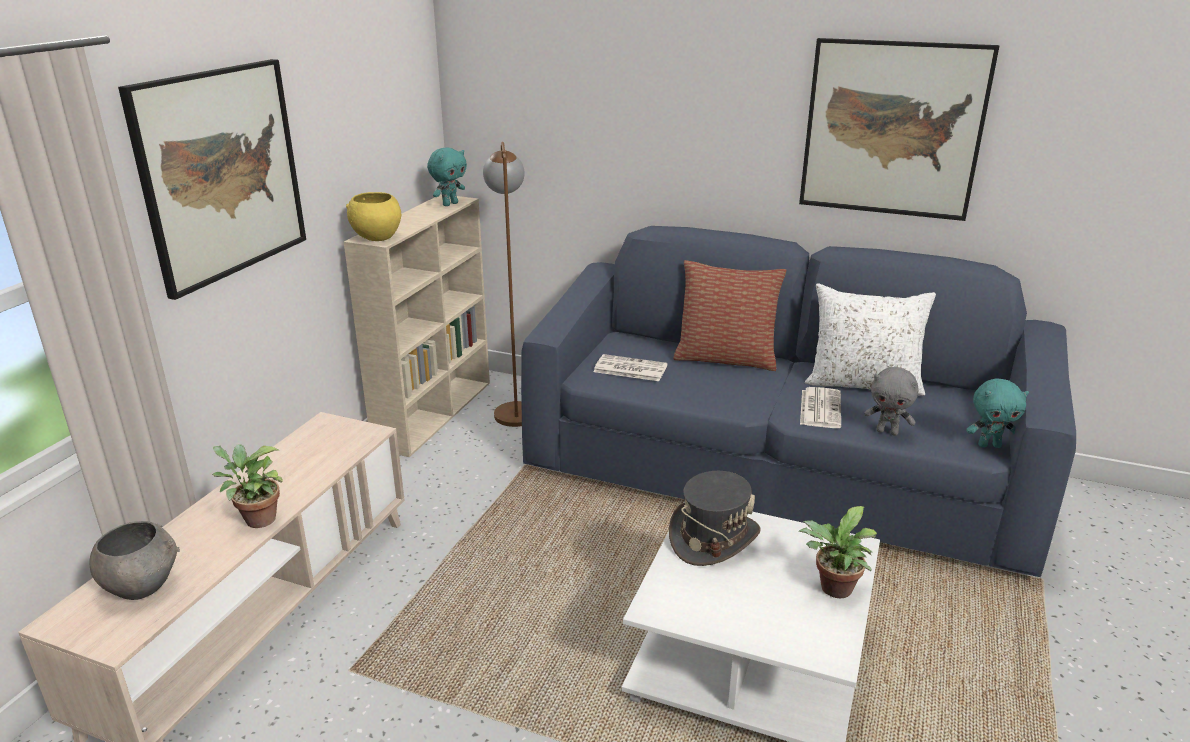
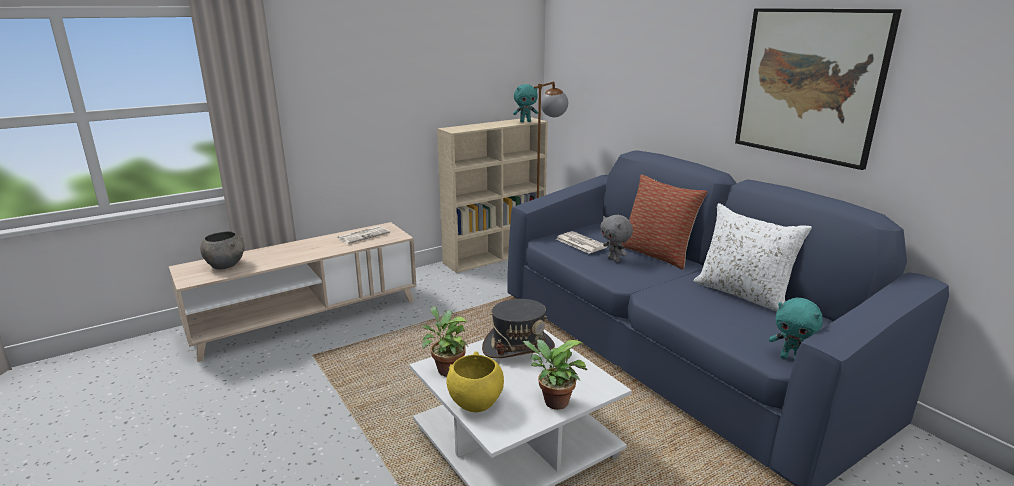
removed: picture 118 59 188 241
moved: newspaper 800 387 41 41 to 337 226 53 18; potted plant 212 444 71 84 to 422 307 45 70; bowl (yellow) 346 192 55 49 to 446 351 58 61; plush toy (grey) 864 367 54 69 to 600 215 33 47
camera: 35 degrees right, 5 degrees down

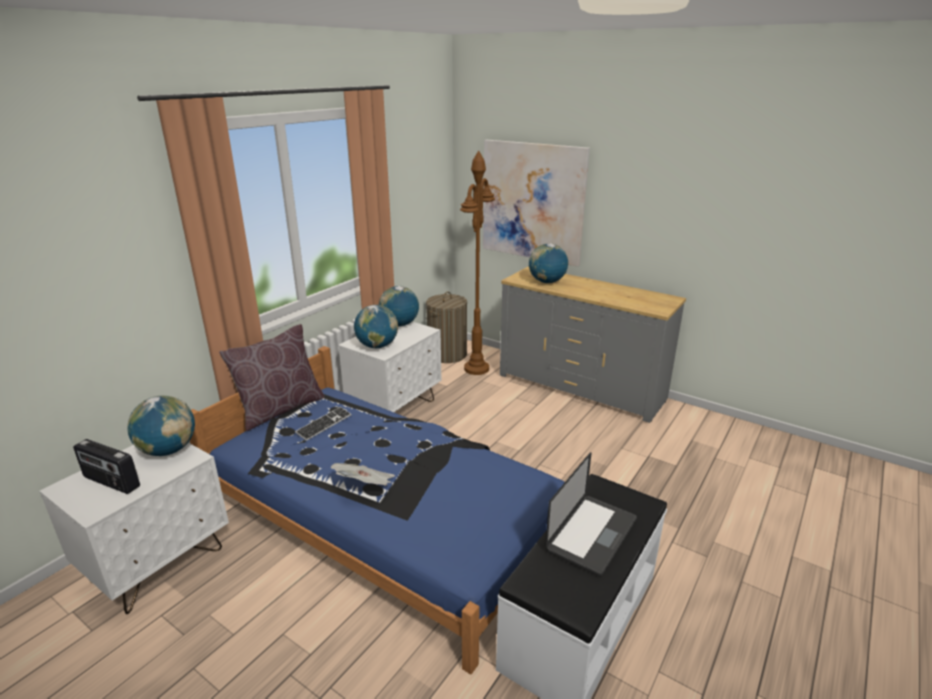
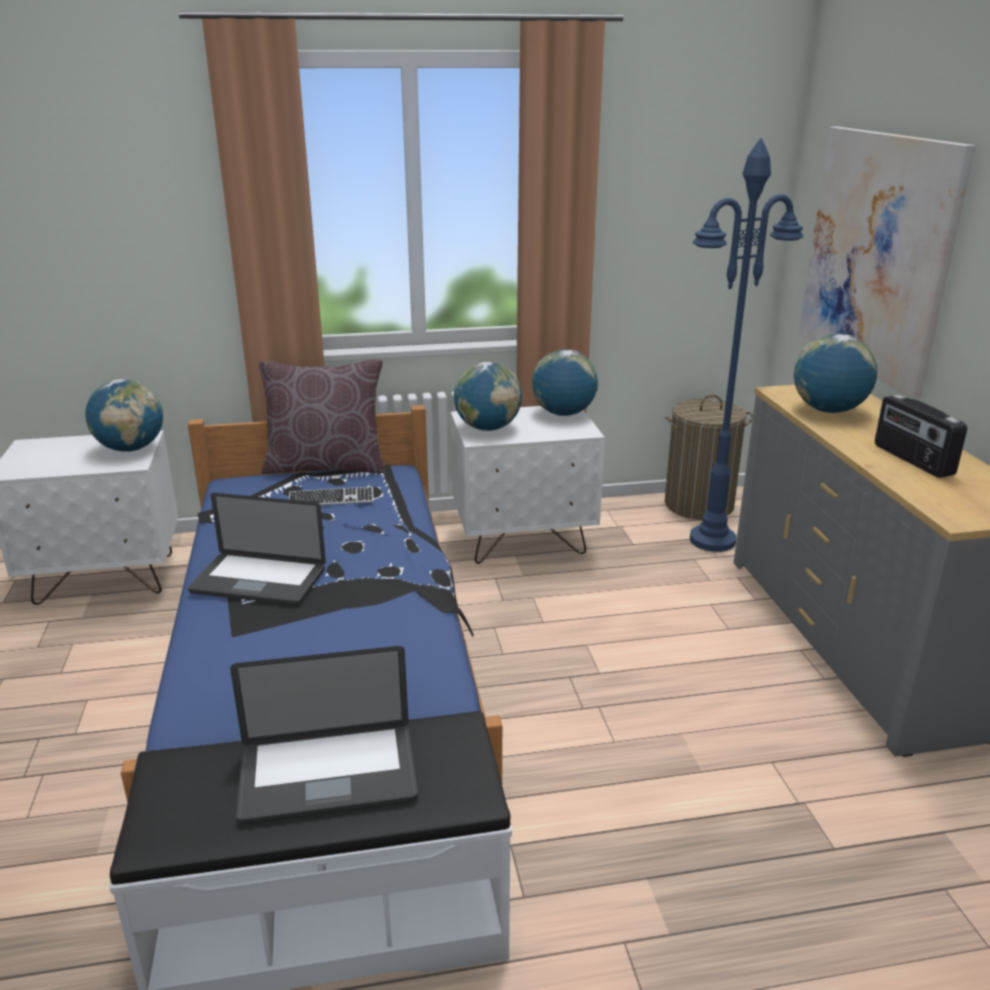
moved: radio 73 439 67 55 to 875 395 92 83
replaced: newspaper 331 463 64 22 to laptop 188 493 138 112
recoloured: floor lamp (brown) 460 151 35 224 to floor lamp (blue) 690 138 113 414
camera: 45 degrees right, 0 degrees up

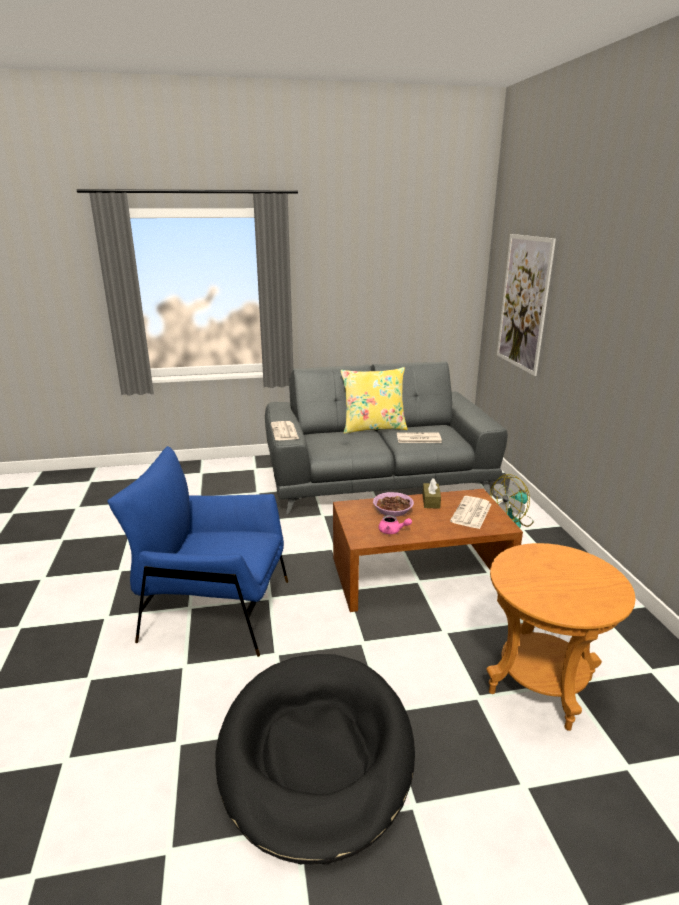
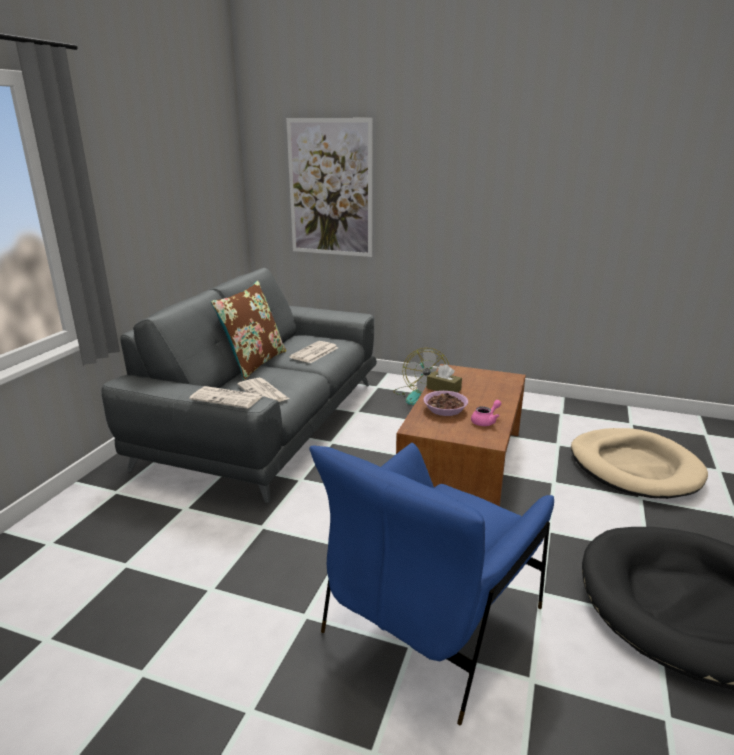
moved: newspaper 450 496 42 33 to 237 378 52 24
replaced: side table (brown) 486 543 150 188 to dog bed (beige) 571 428 137 71
recoloured: pillow (yellow) 340 367 68 67 to pillow (brown) 211 281 75 99
camera: 60 degrees left, 0 degrees up

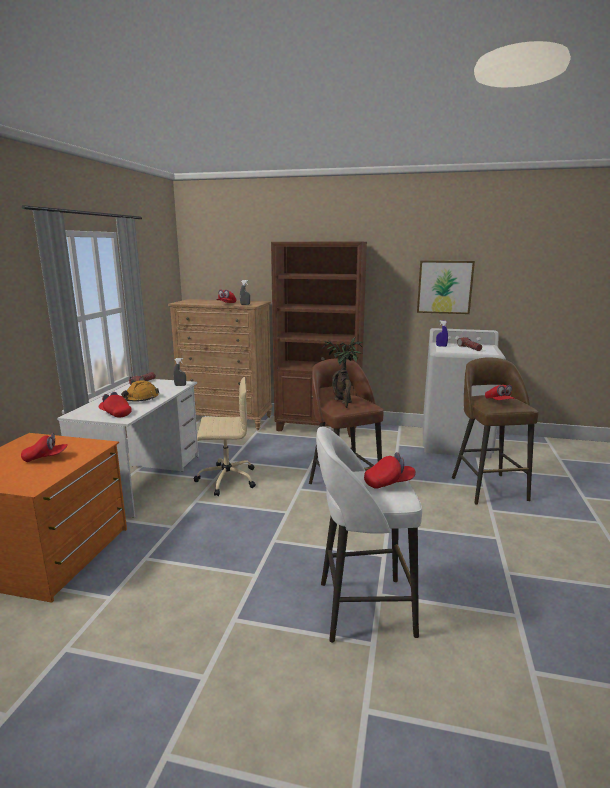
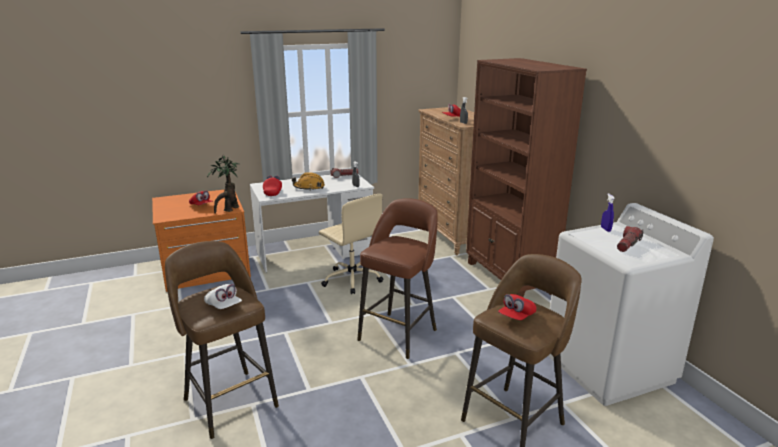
removed: picture 417 261 58 53
moved: potted plant 322 338 41 70 to 207 155 32 58
recoloured: stool (white) 316 426 106 217 to stool (brown) 165 241 114 198; cap (red) 364 452 52 37 to cap (white) 204 284 38 25
camera: 55 degrees right, 5 degrees up

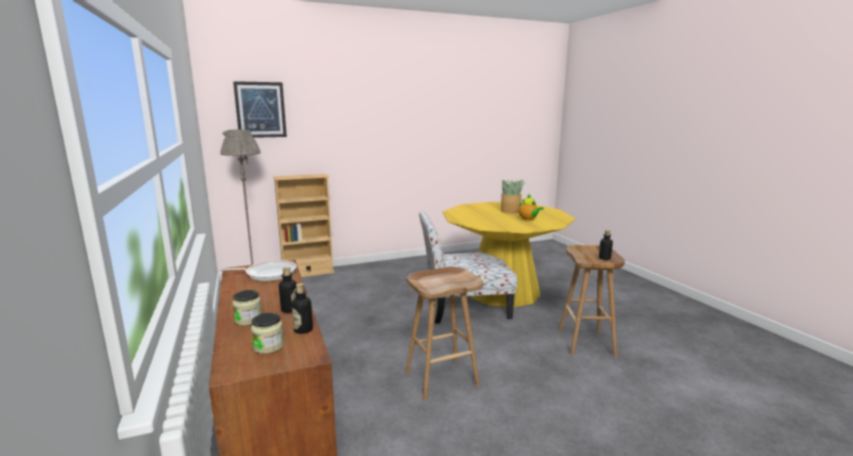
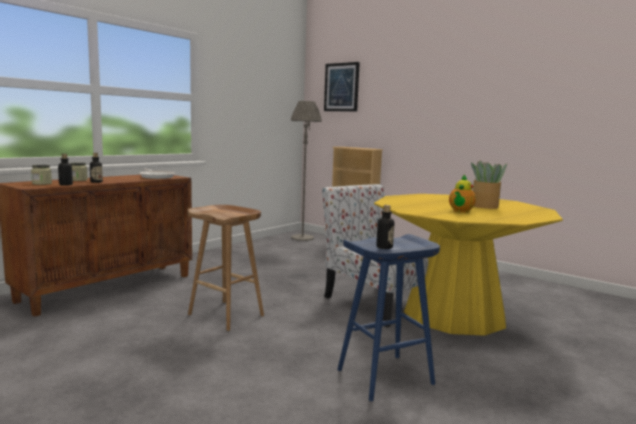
recoloured: stool (brown) 559 245 66 112 to stool (blue) 337 234 103 167
camera: 60 degrees right, 5 degrees down

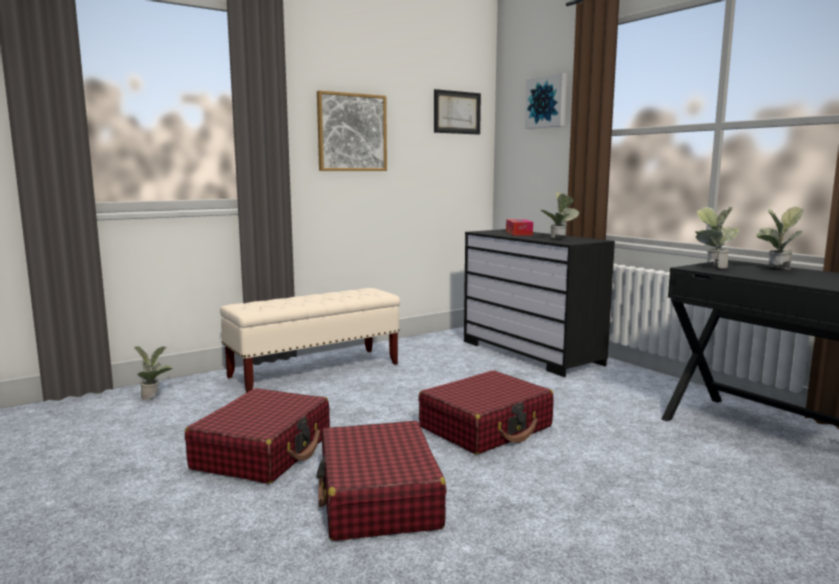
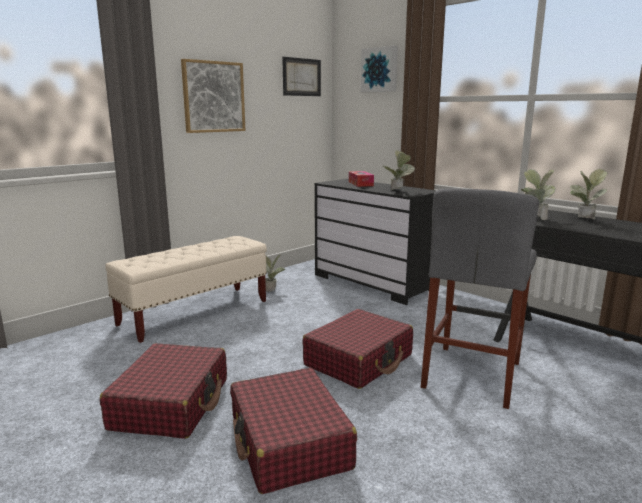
added: stool (grey) 421 188 118 221
moved: potted plant 134 346 39 54 to 265 255 20 37
camera: 10 degrees left, 5 degrees up

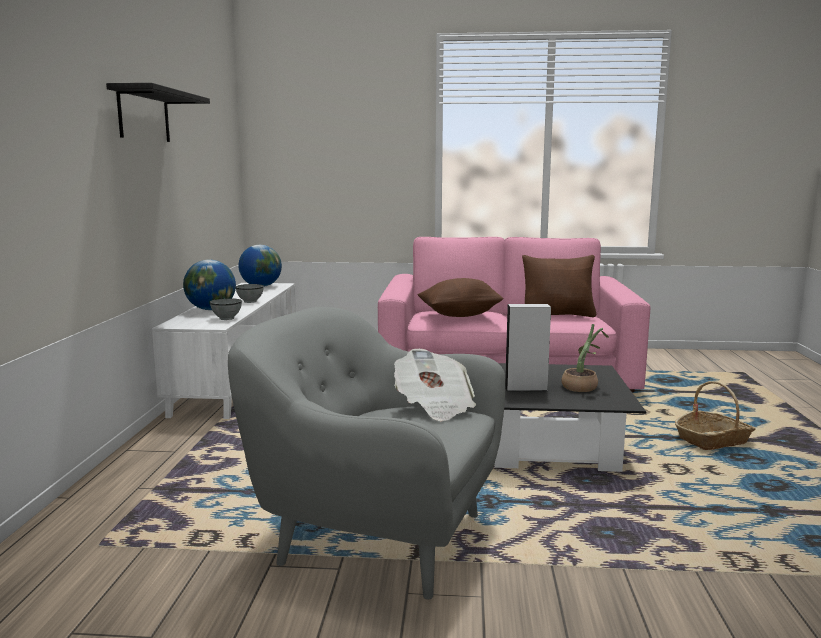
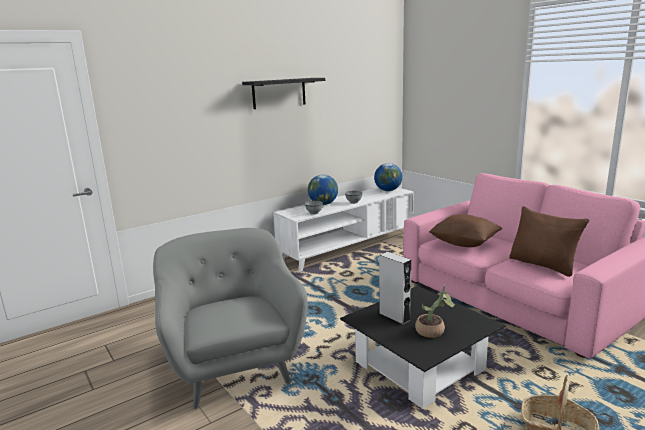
removed: newspaper 394 349 82 72
camera: 50 degrees right, 5 degrees up

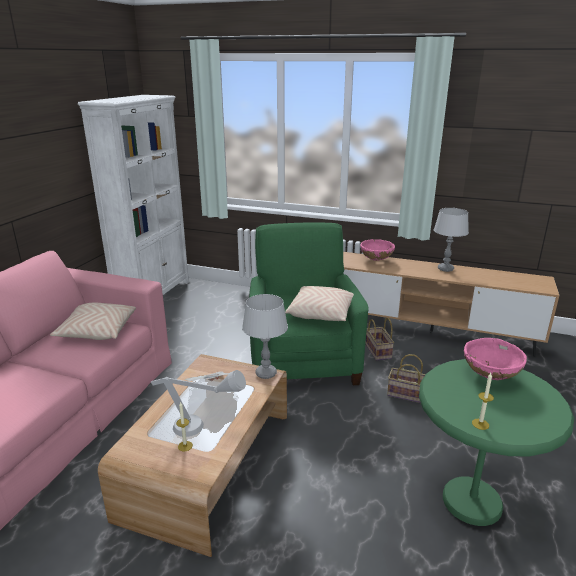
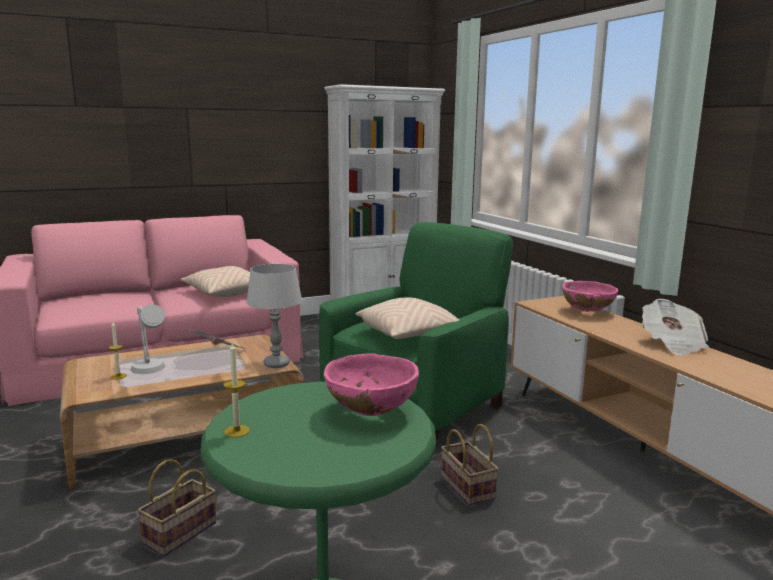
moved: basket 365 317 29 44 to 137 459 79 97
replaced: table lamp (grey) 434 208 35 64 to newspaper 642 299 67 56
camera: 45 degrees right, 10 degrees down

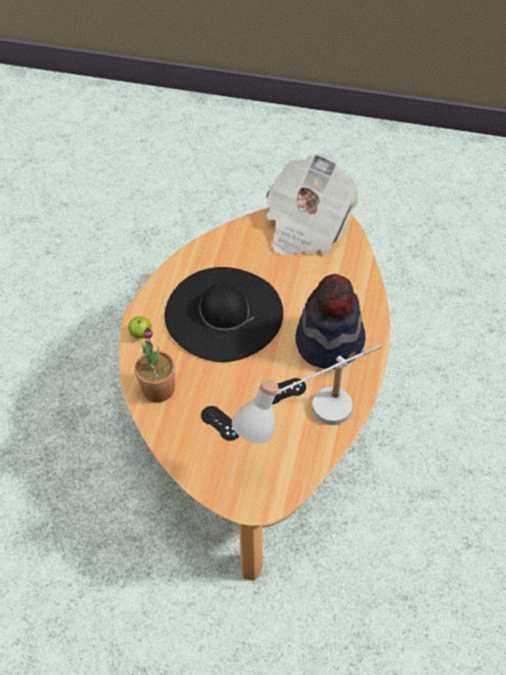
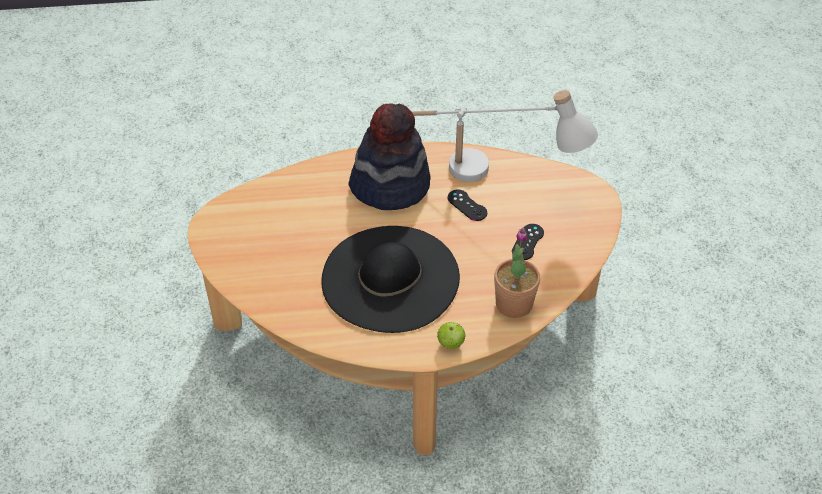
removed: newspaper 266 154 92 101
camera: 110 degrees left, 5 degrees down

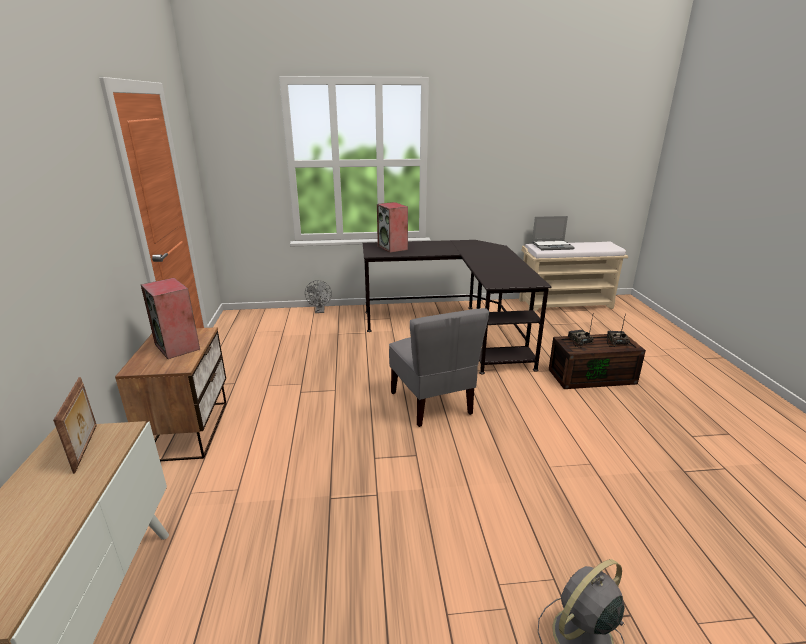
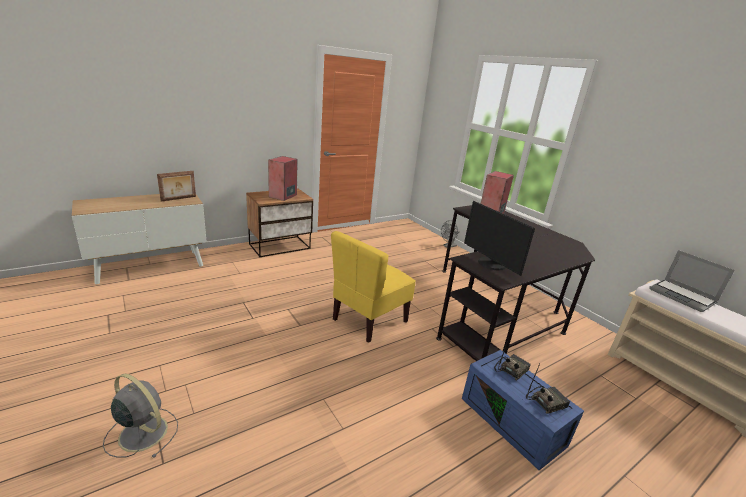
added: monitor 464 201 71 75
recoloured: chair (grey) 389 308 100 119 to chair (yellow) 331 231 85 112; storage box (brown) 549 334 97 55 to storage box (blue) 462 350 122 120
camera: 60 degrees right, 0 degrees up

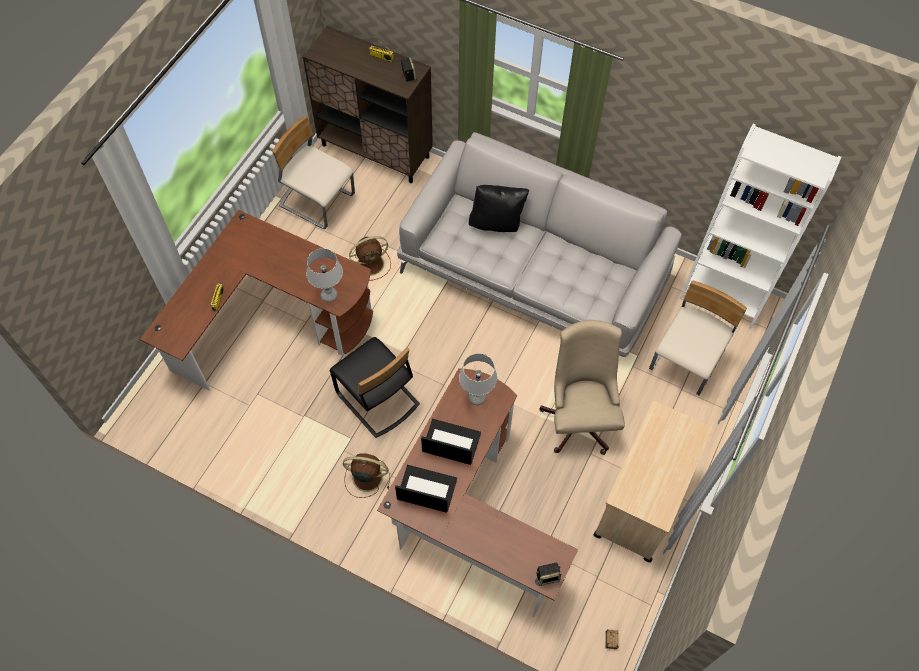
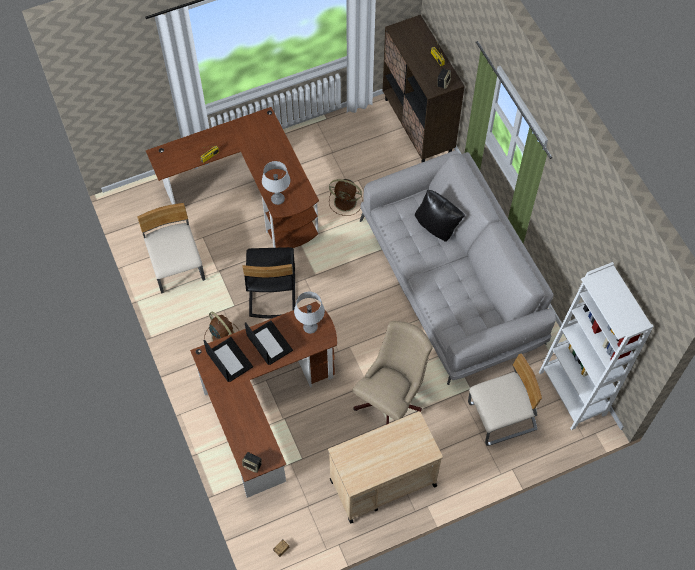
moved: chair (beige) 272 115 83 114 to 137 203 68 90
camera: 40 degrees right, 0 degrees up

